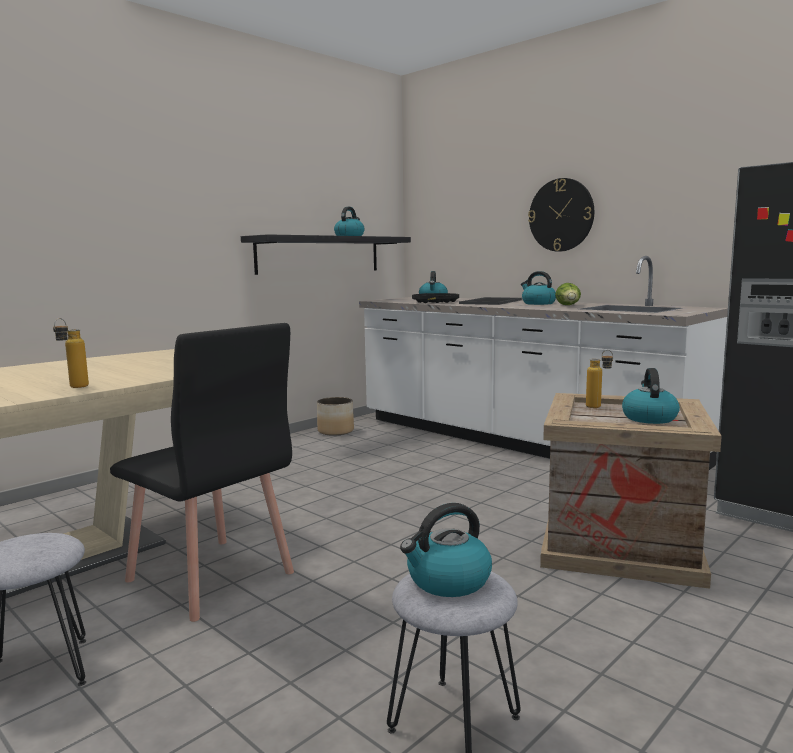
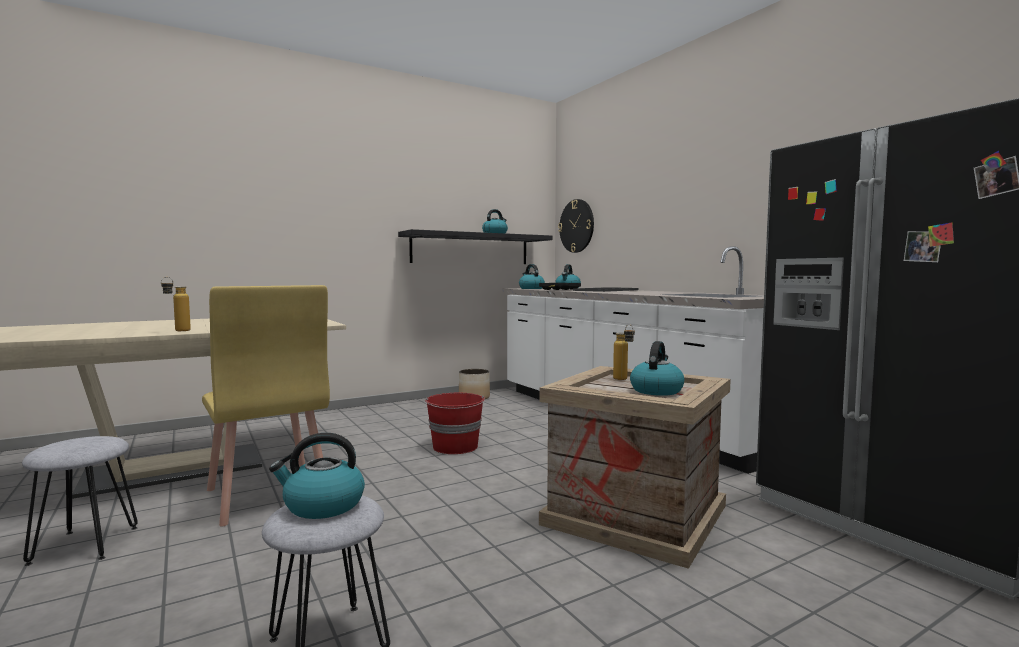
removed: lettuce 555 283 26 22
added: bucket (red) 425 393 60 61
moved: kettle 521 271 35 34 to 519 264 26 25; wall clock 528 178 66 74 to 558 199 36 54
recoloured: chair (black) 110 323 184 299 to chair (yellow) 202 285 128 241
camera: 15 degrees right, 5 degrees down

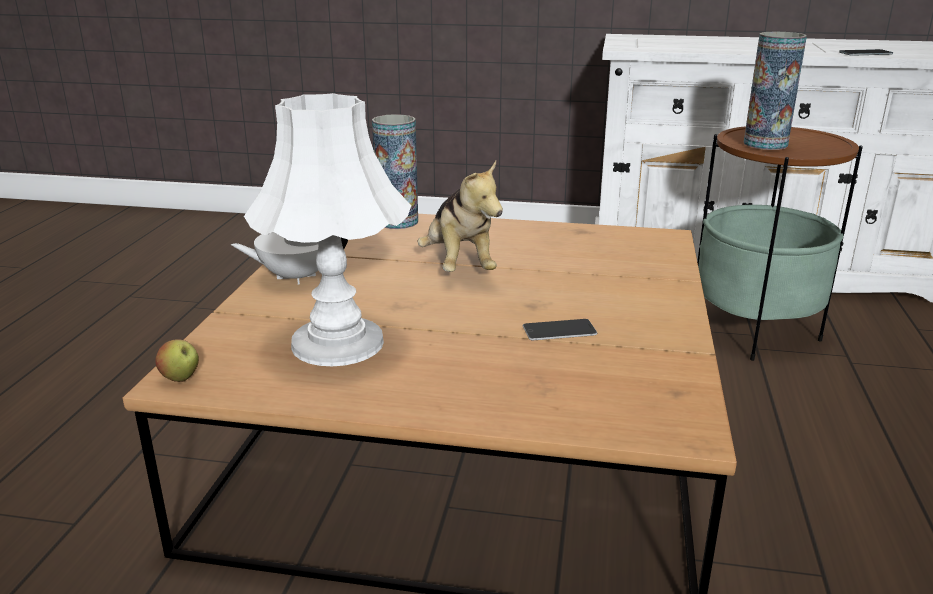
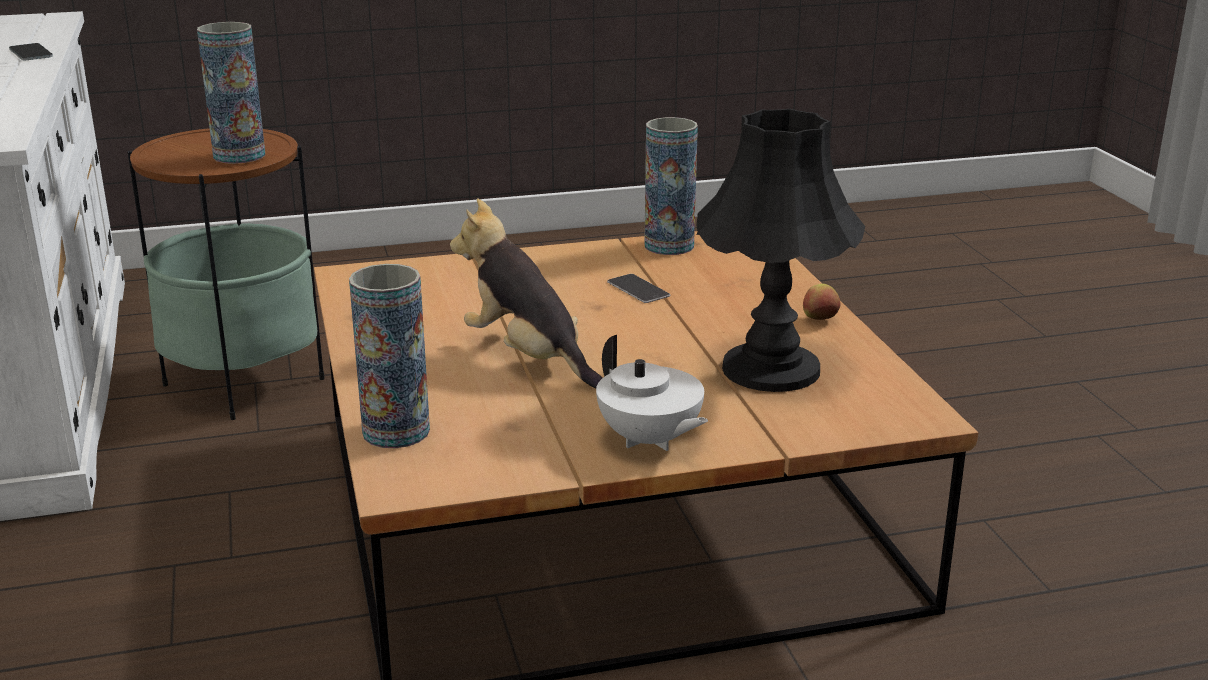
added: vase 644 117 54 138
moved: apple 155 339 44 43 to 803 283 38 37
recoloured: table lamp (white) 244 93 167 273 to table lamp (black) 696 109 169 283
turned: plush toy 418 161 85 111 = 450 199 153 190 90 degrees counterclockwise
camera: 115 degrees left, 0 degrees up

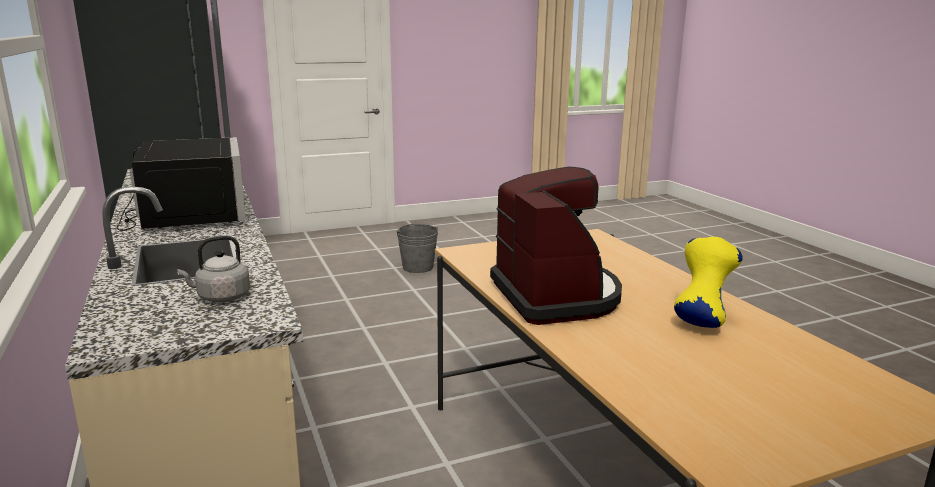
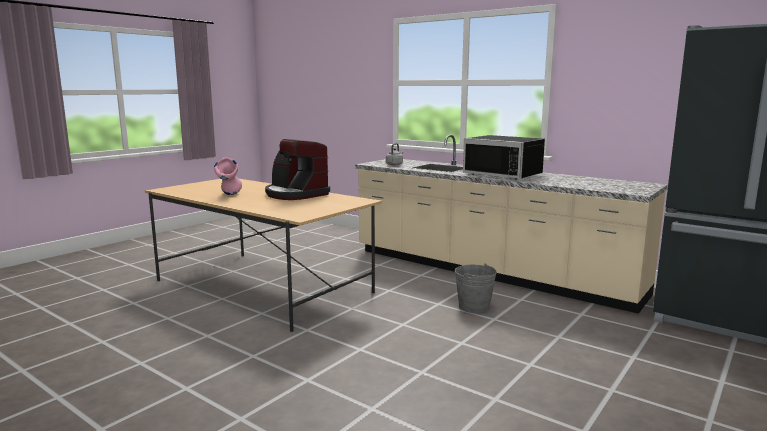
moved: bucket (grey) 397 224 41 49 to 455 263 42 50
recoloured: vase (yellow) 674 237 69 91 to vase (pink) 214 158 28 37
camera: 150 degrees right, 5 degrees down

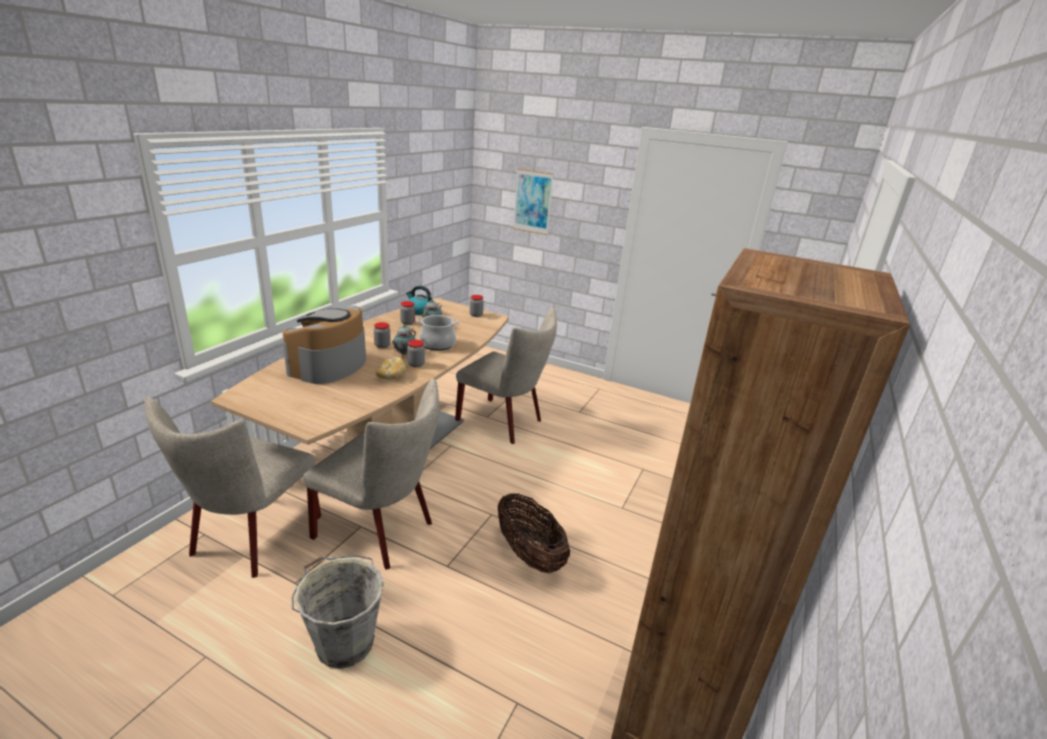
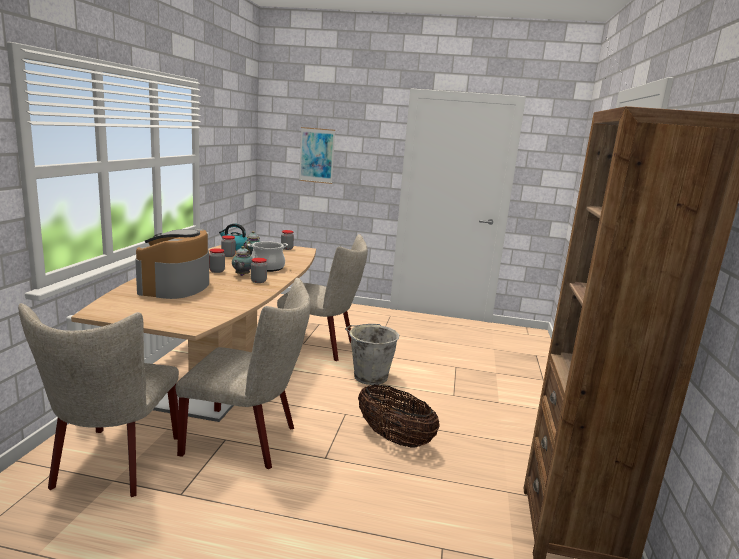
removed: bread 375 357 32 23
moved: bucket (grey) 292 555 92 114 to 345 324 54 61
camera: 15 degrees left, 10 degrees down

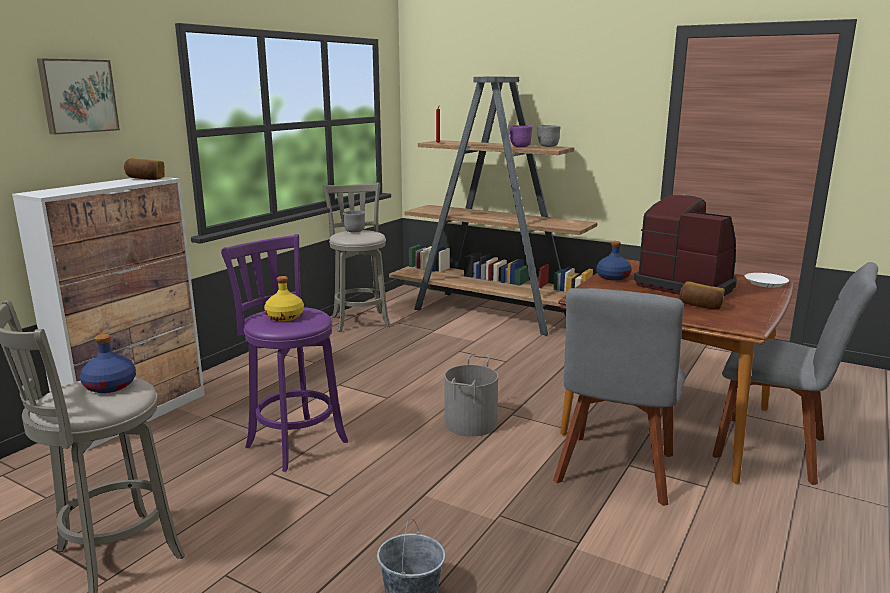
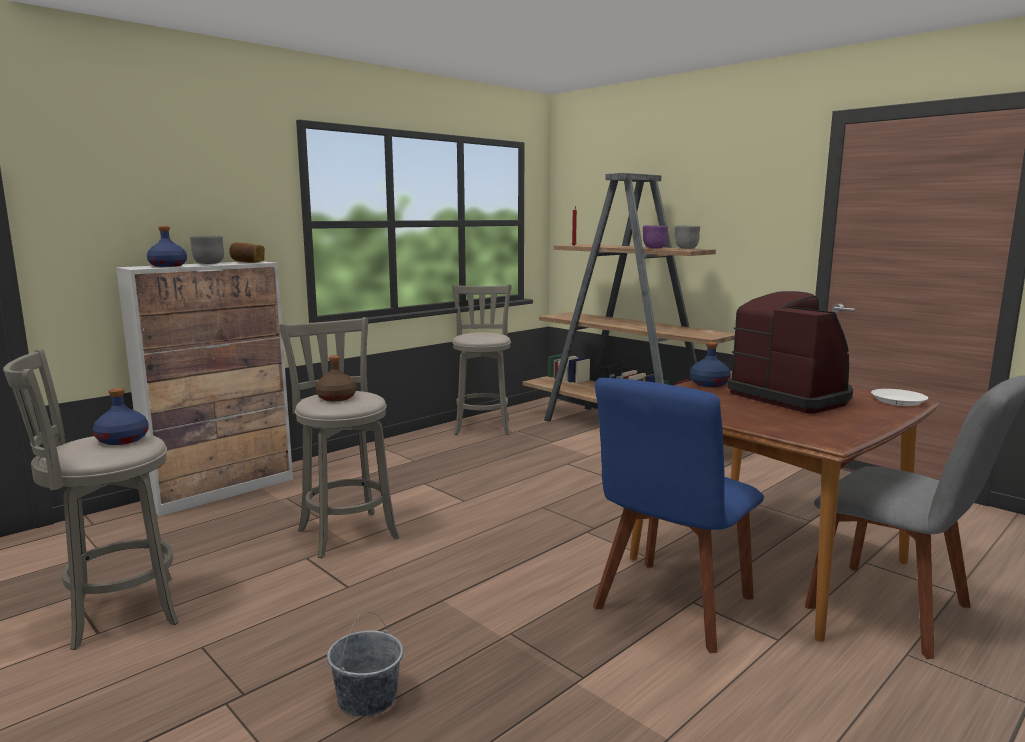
removed: picture 37 58 83 77; bucket (grey) 444 355 54 82; bread 679 281 46 29
added: bottle (blue) 147 226 40 41
moved: bowl (grey) 343 210 22 22 to 190 235 34 29
recoloured: stool (purple) 221 234 127 238 to stool (grey) 279 317 120 241; bottle (yellow) 264 276 40 45 to bottle (brown) 316 355 40 46; chair (grey) 553 288 132 218 to chair (blue) 593 378 171 275
camera: 15 degrees right, 5 degrees down

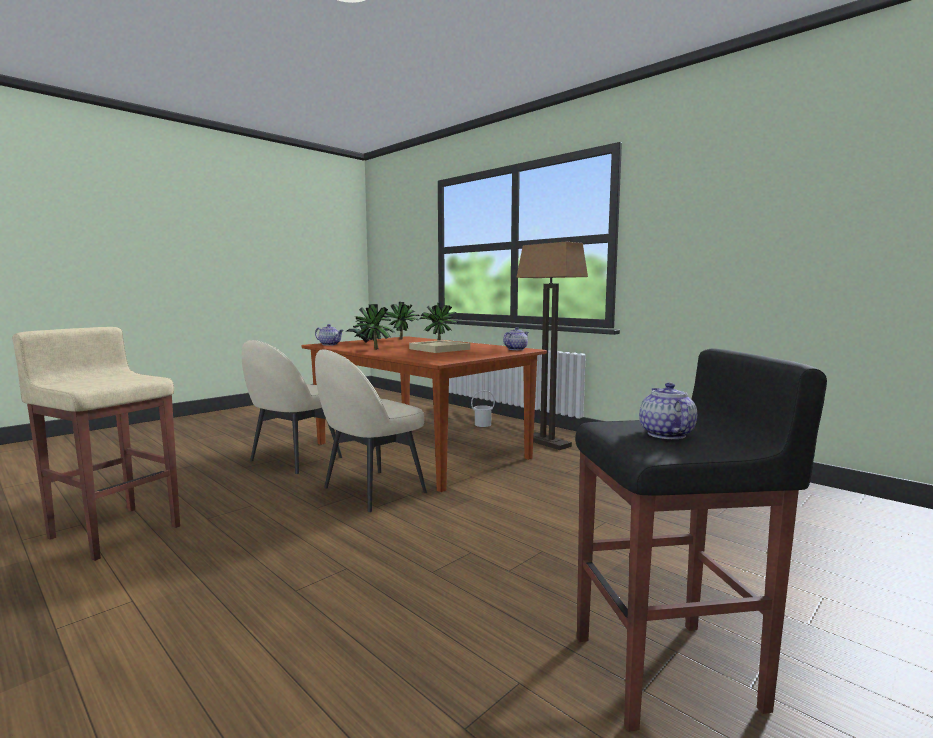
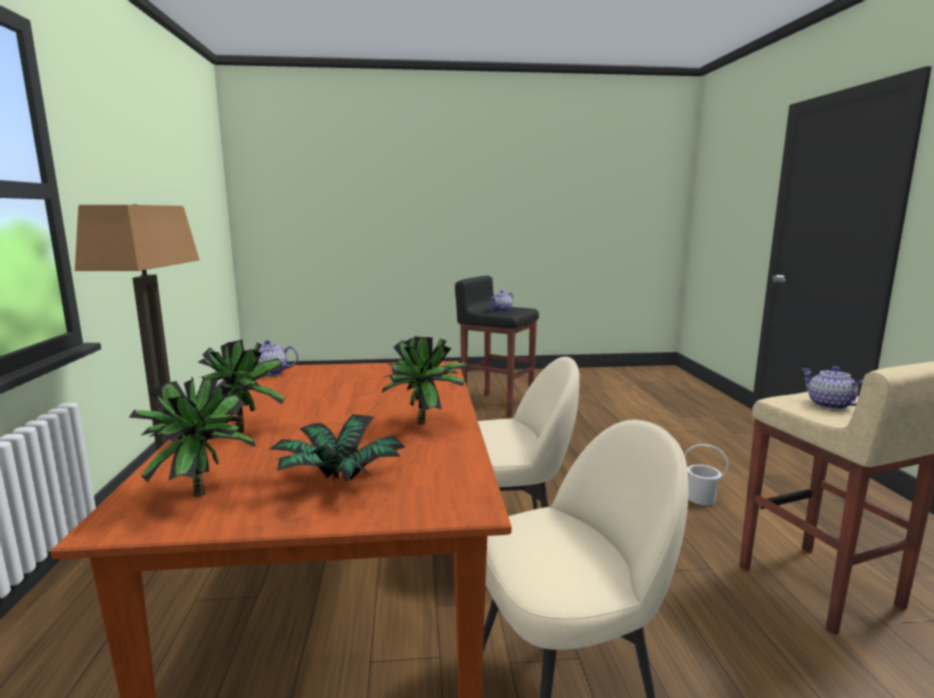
removed: tray (beige) 409 340 61 13
moved: bucket (white) 471 390 24 37 to 684 444 44 61; teapot 315 324 29 22 to 802 366 61 44
camera: 140 degrees left, 5 degrees up

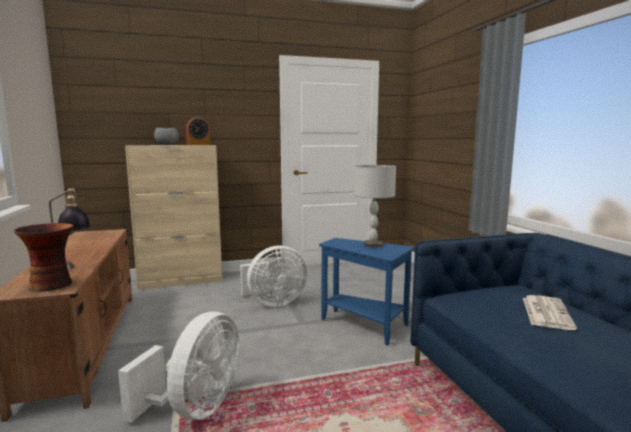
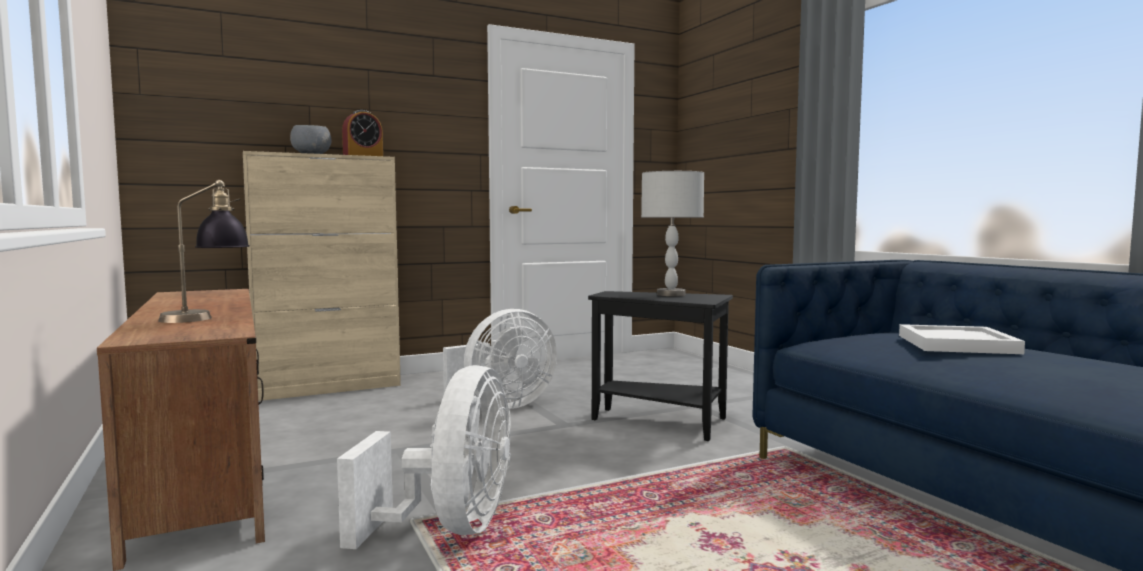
removed: vase 14 223 60 69
replaced: newspaper 523 295 54 35 to tray (white) 899 324 126 30
recoloured: side table (blue) 319 238 96 108 to side table (black) 588 291 145 150
camera: 10 degrees left, 5 degrees down

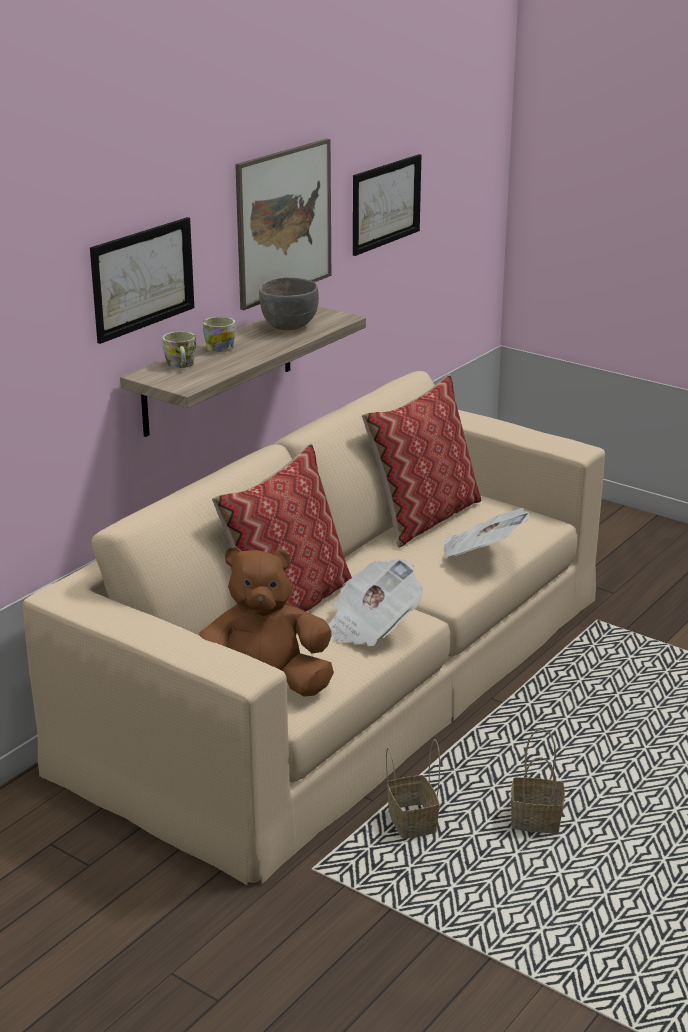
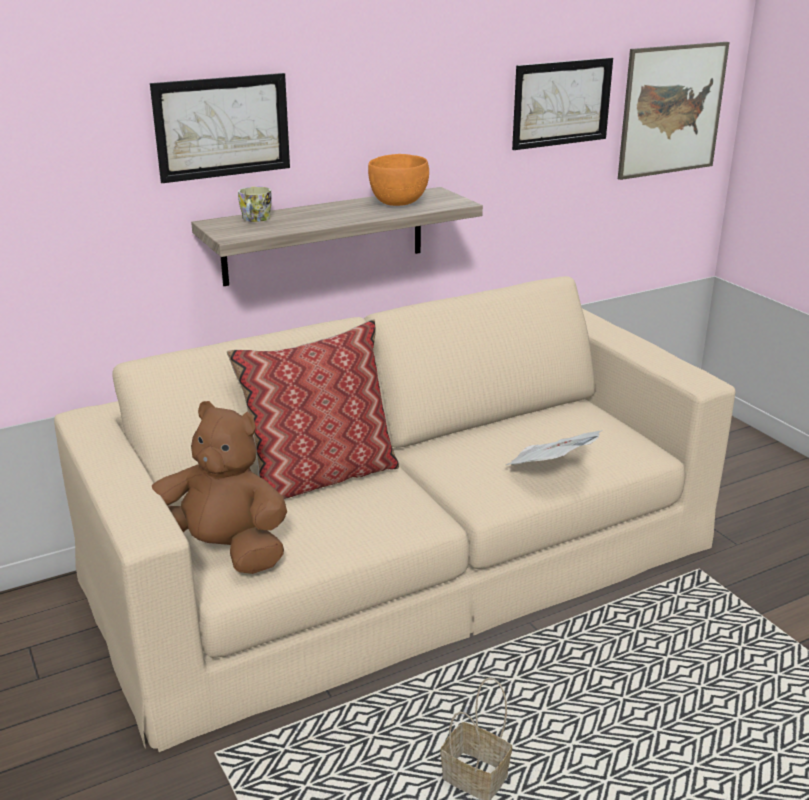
removed: mug 203 317 33 35; newspaper 329 559 94 87; pillow 362 374 119 174; basket 386 739 54 100
moved: picture 235 139 96 171 to 618 42 112 138
recoloured: bowl (grey) 259 277 60 53 to bowl (orange) 368 154 61 52
camera: 25 degrees right, 0 degrees up

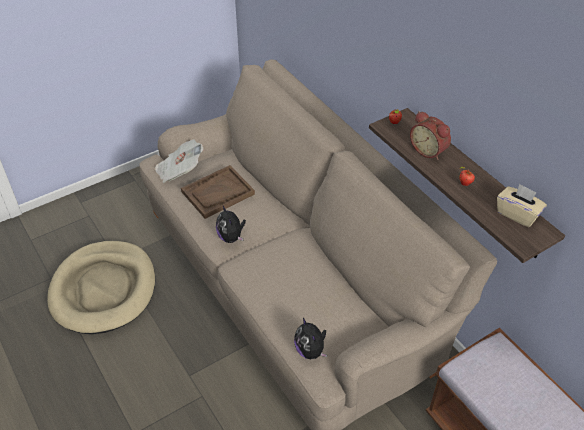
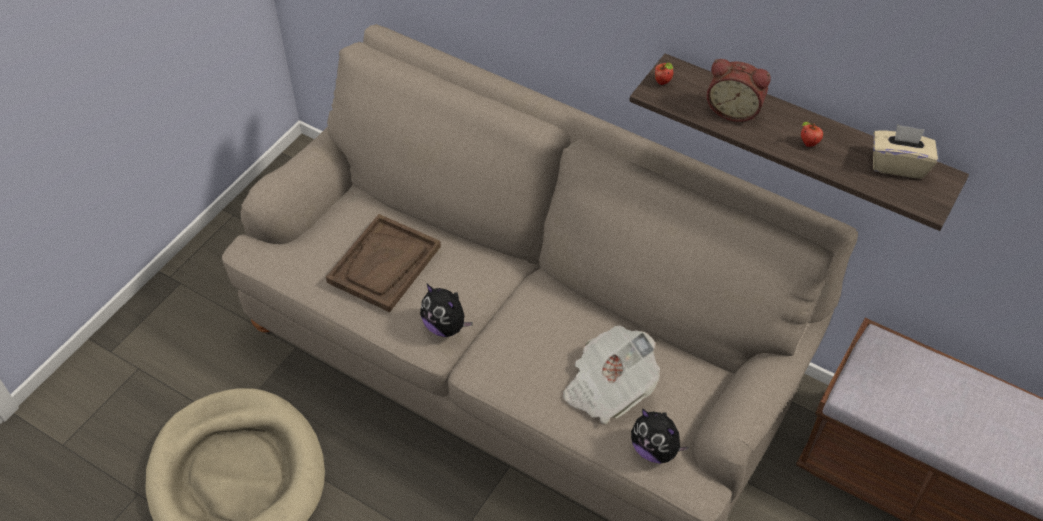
moved: newspaper 155 139 48 44 to 563 325 97 99
camera: 25 degrees left, 5 degrees up

